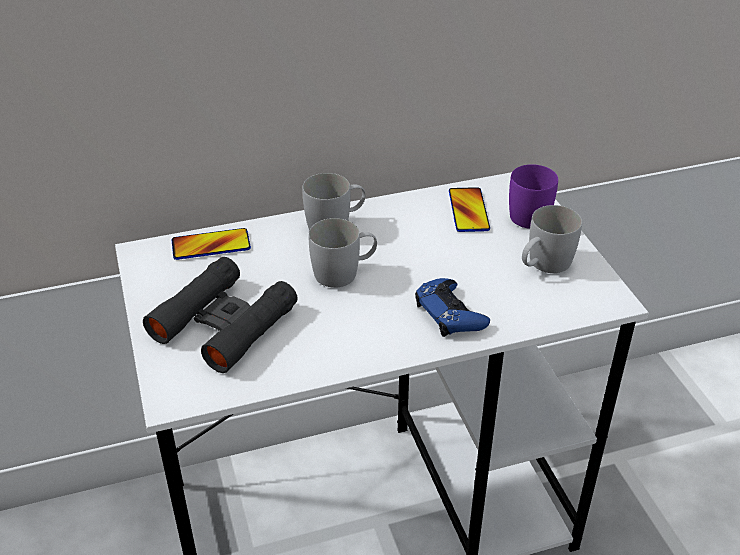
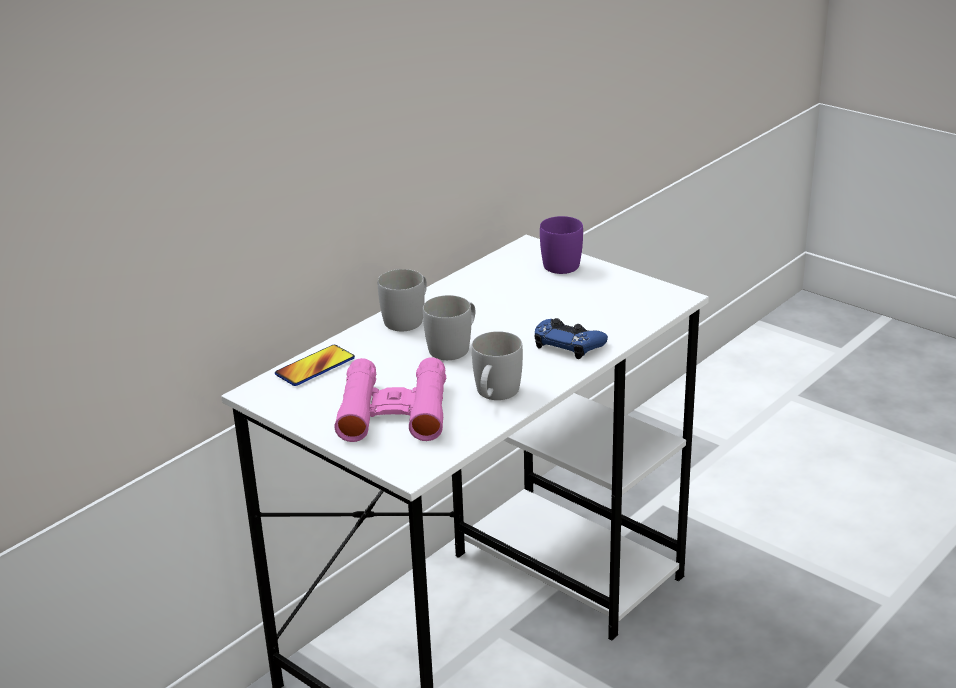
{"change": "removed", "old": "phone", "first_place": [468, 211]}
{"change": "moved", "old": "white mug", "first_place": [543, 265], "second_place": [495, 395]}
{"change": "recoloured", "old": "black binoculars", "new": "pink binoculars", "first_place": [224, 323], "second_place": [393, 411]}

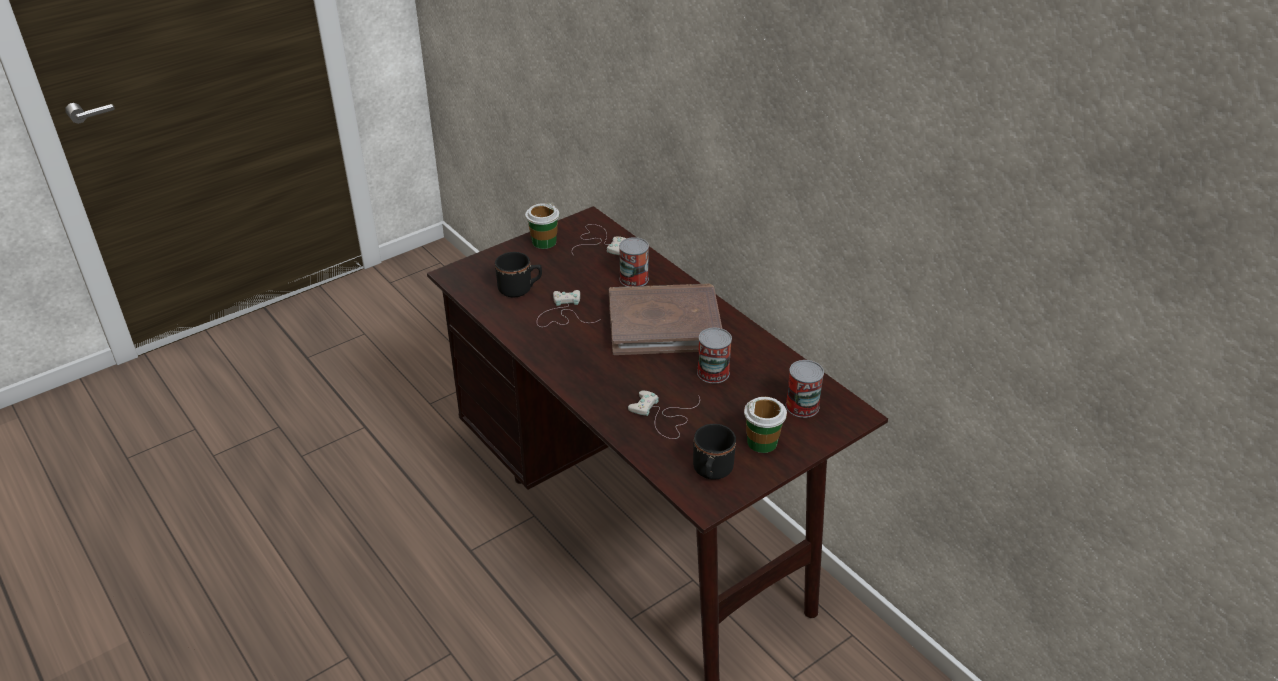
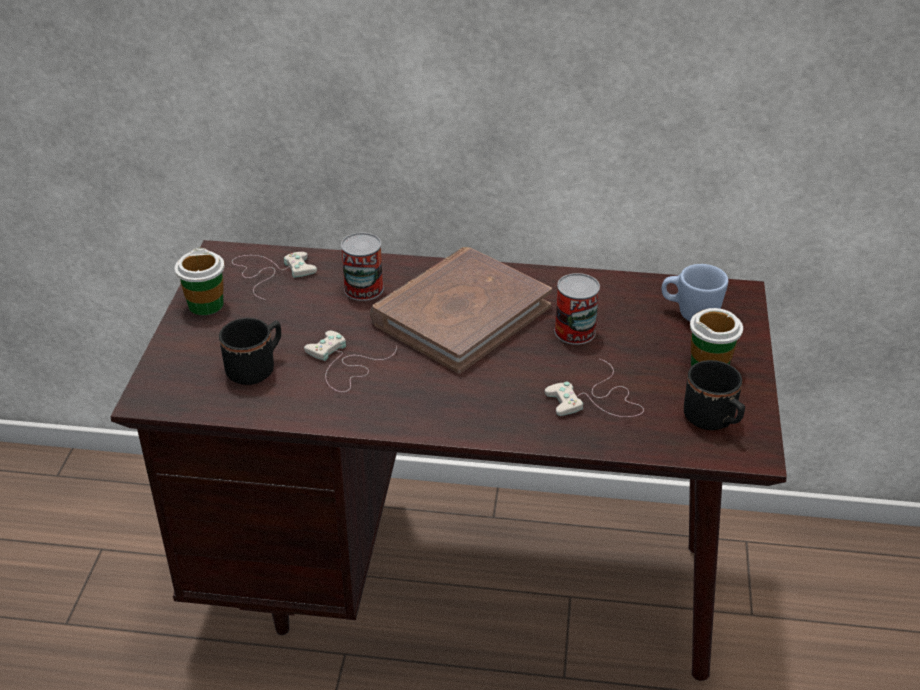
{"change": "replaced", "old": "can", "new": "blue mug", "first_place": [802, 406], "second_place": [690, 313]}

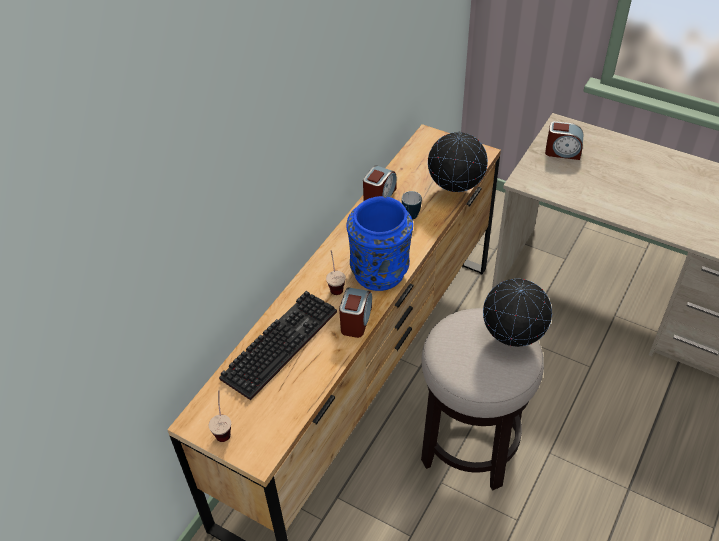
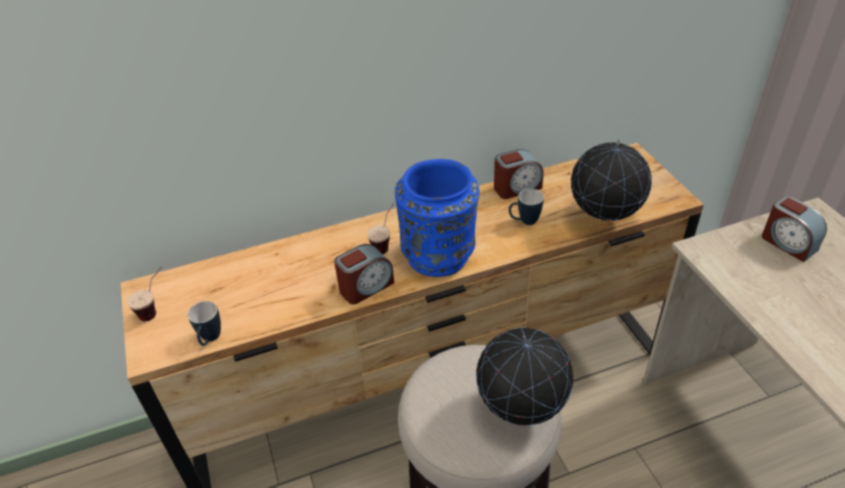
{"change": "removed", "old": "keyboard", "first_place": [279, 342]}
{"change": "added", "new": "mug", "second_place": [210, 340]}

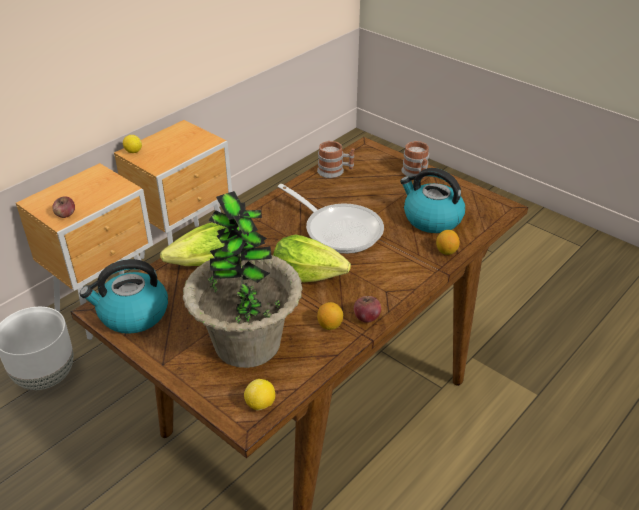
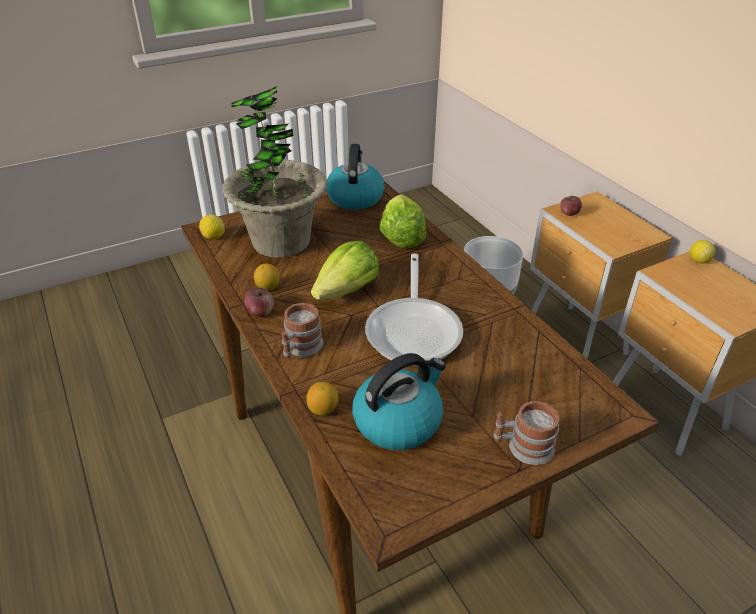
{"change": "moved", "old": "mug", "first_place": [335, 171], "second_place": [300, 348]}
{"change": "turned", "old": "frying pan", "first_place": [338, 229], "second_place": [414, 330], "degrees": -60}

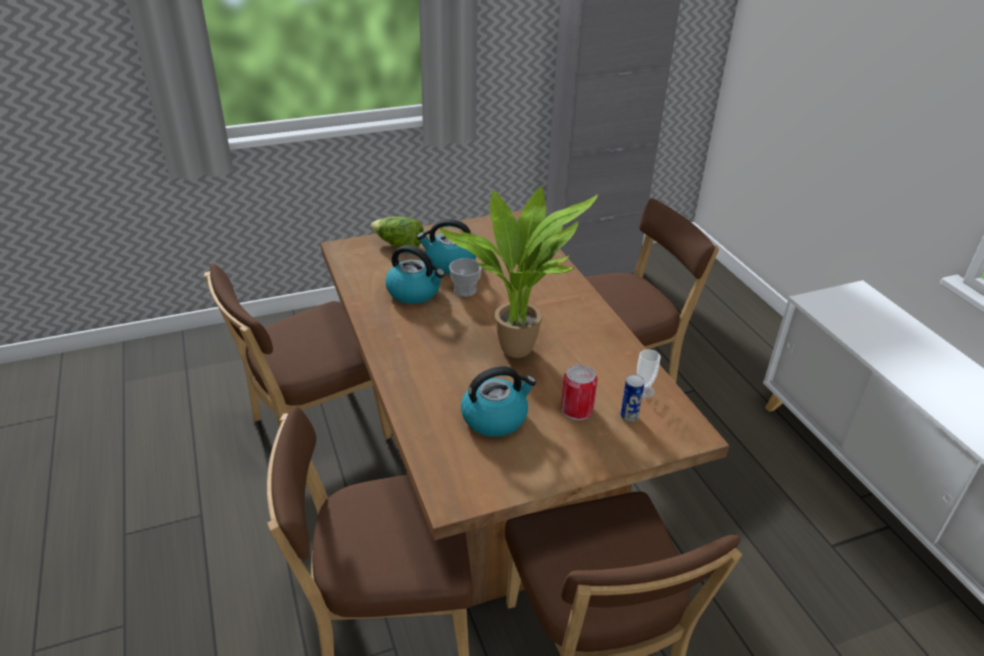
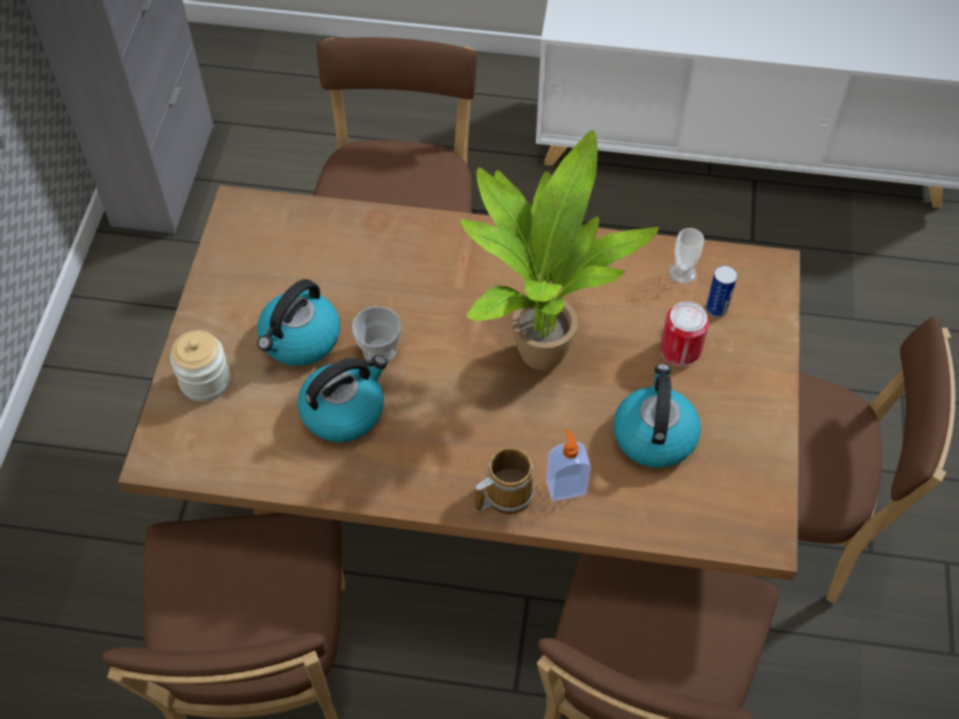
{"change": "replaced", "old": "lettuce", "new": "jar", "first_place": [398, 245], "second_place": [205, 381]}
{"change": "added", "new": "soap dispenser", "second_place": [565, 486]}
{"change": "added", "new": "mug", "second_place": [504, 493]}

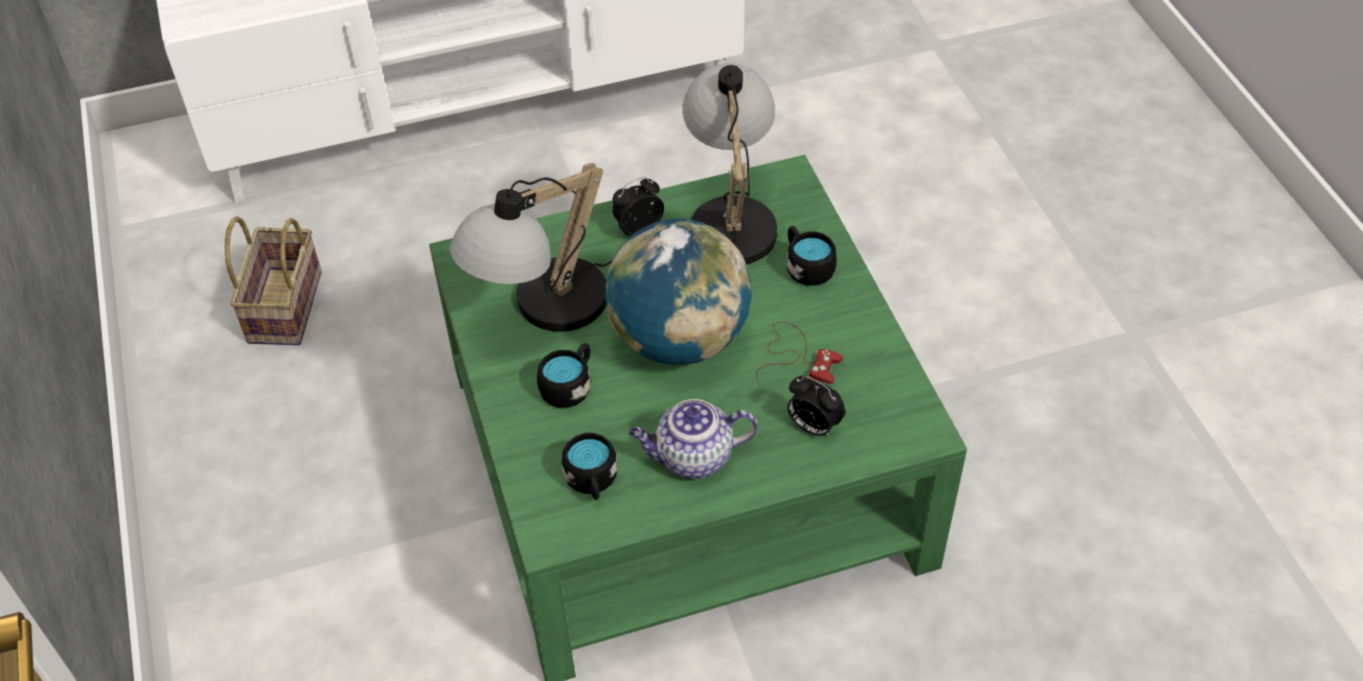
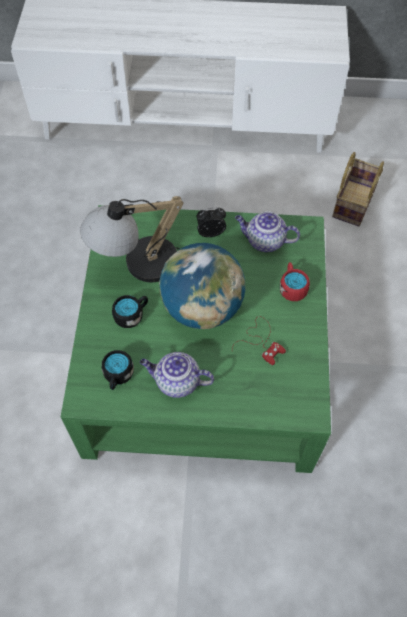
{"change": "replaced", "old": "table lamp", "new": "teapot", "first_place": [730, 216], "second_place": [264, 241]}
{"change": "moved", "old": "basket", "first_place": [283, 305], "second_place": [353, 201]}
{"change": "recoloured", "old": "black mug", "new": "red mug", "first_place": [806, 267], "second_place": [292, 287]}
{"change": "removed", "old": "alarm clock", "first_place": [812, 426]}

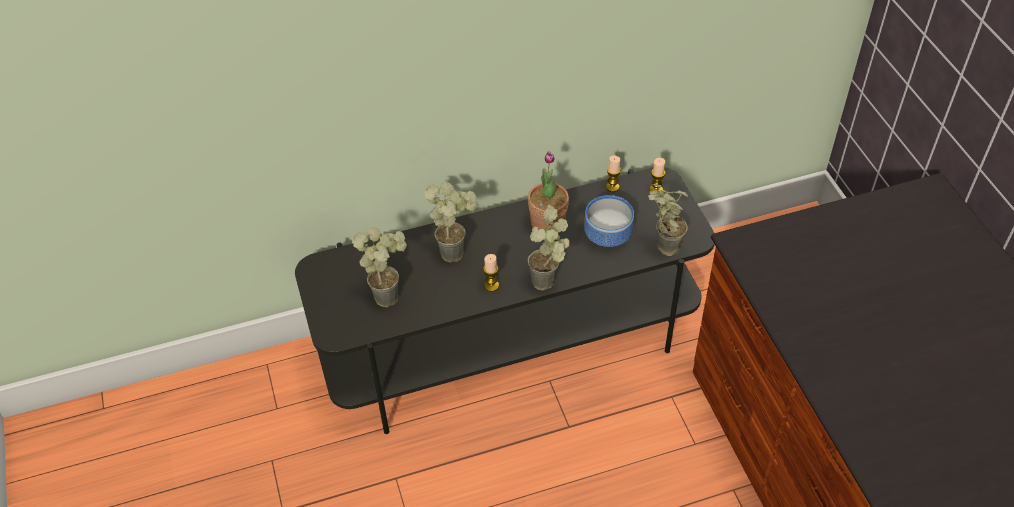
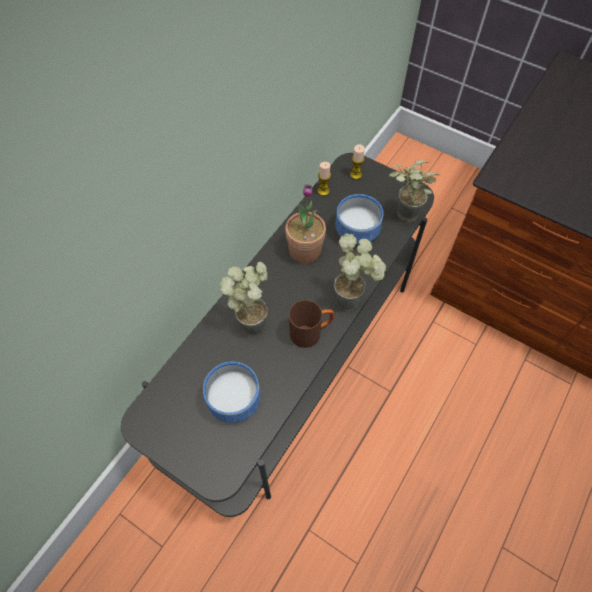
{"change": "replaced", "old": "potted plant", "new": "bowl", "first_place": [389, 293], "second_place": [233, 398]}
{"change": "replaced", "old": "candle", "new": "brown mug", "first_place": [491, 285], "second_place": [311, 332]}

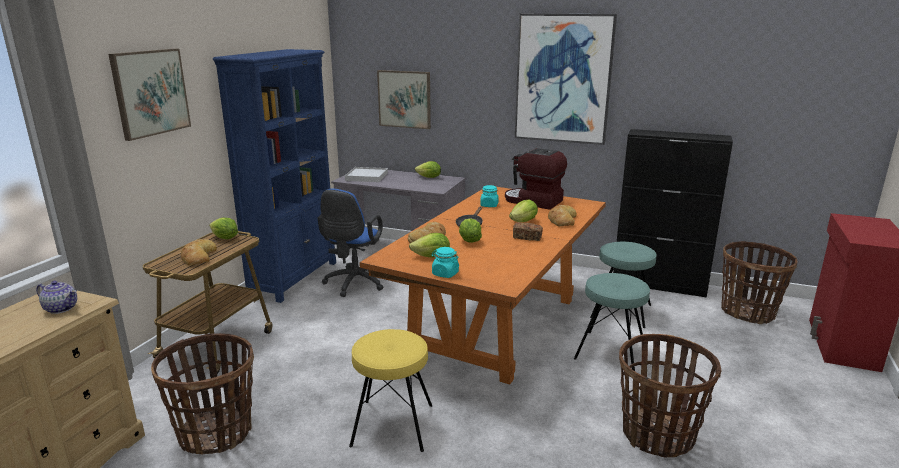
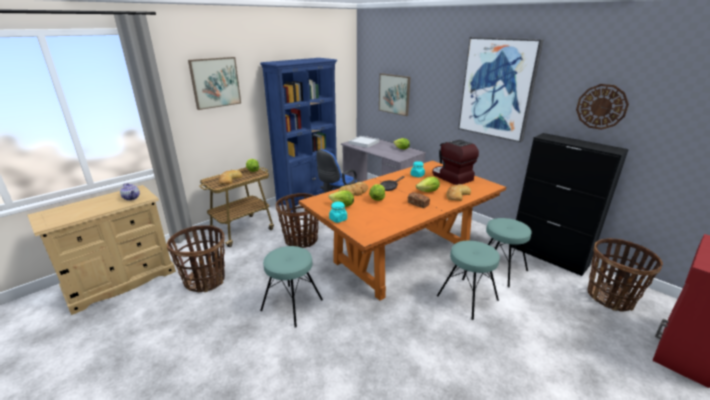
{"change": "recoloured", "old": "yellow stool", "new": "turquoise stool", "first_place": [392, 425], "second_place": [292, 305]}
{"change": "moved", "old": "basket", "first_place": [657, 435], "second_place": [301, 240]}
{"change": "added", "new": "wall clock", "second_place": [601, 106]}

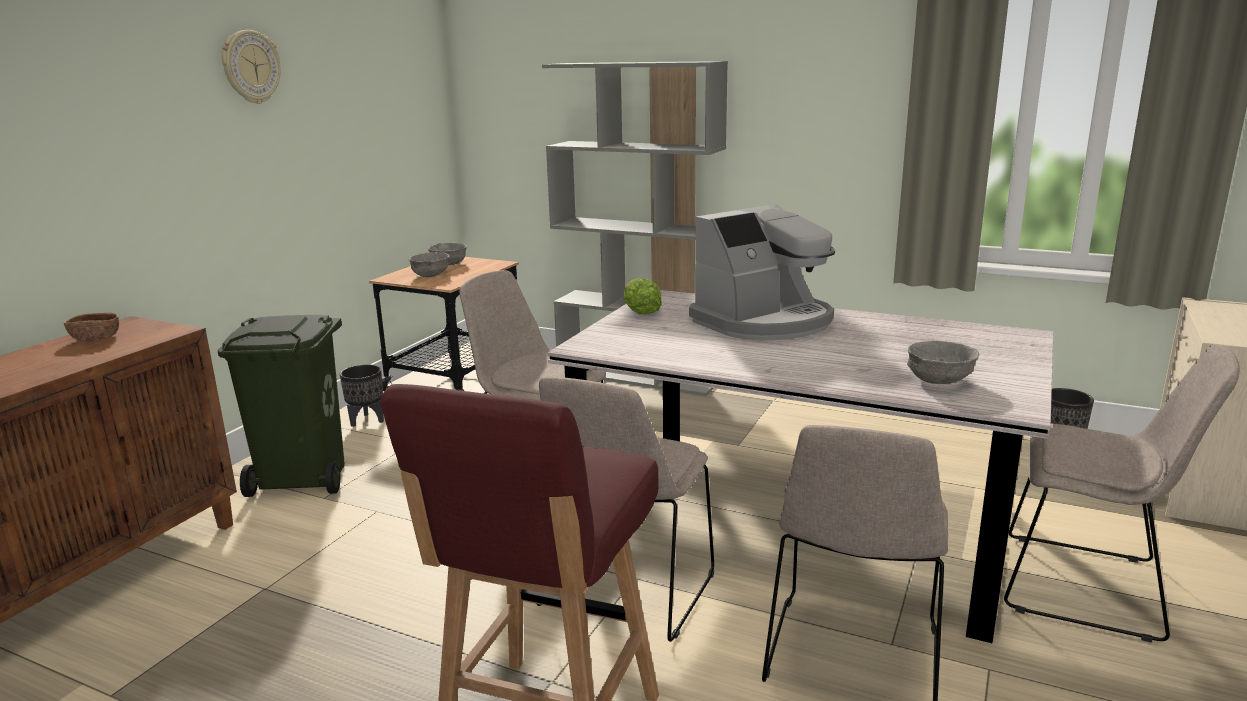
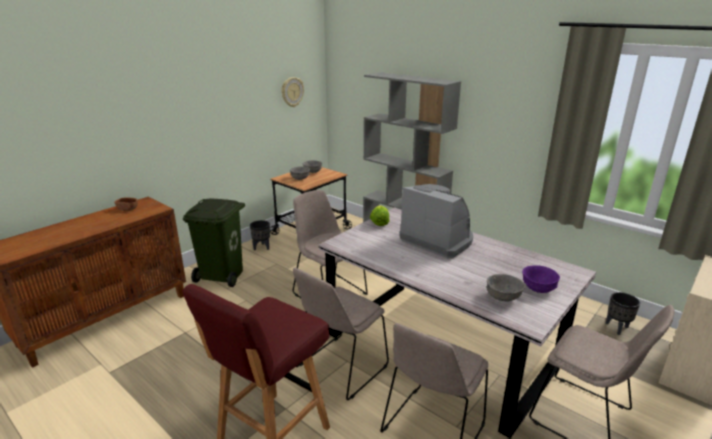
{"change": "moved", "old": "wall clock", "first_place": [250, 67], "second_place": [292, 92]}
{"change": "turned", "old": "coffee machine", "first_place": [764, 322], "second_place": [437, 240], "degrees": -120}
{"change": "added", "new": "purple bowl", "second_place": [538, 288]}

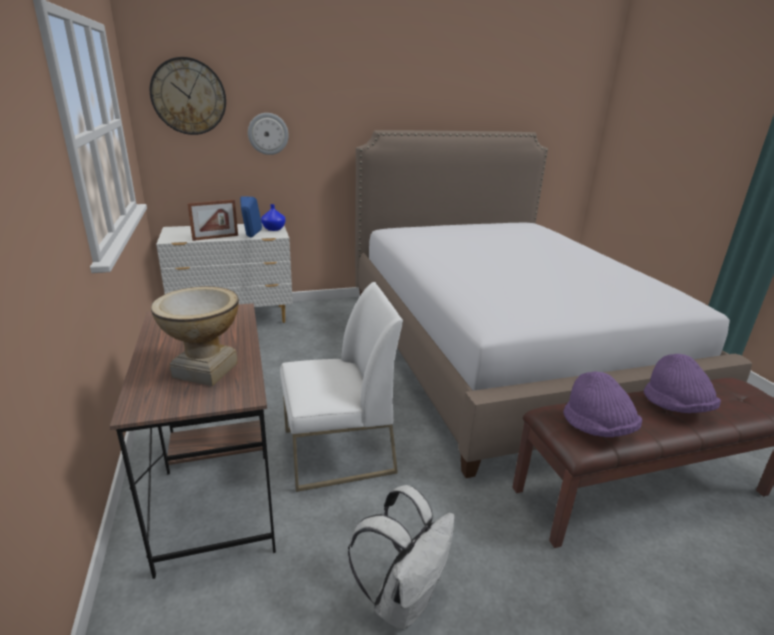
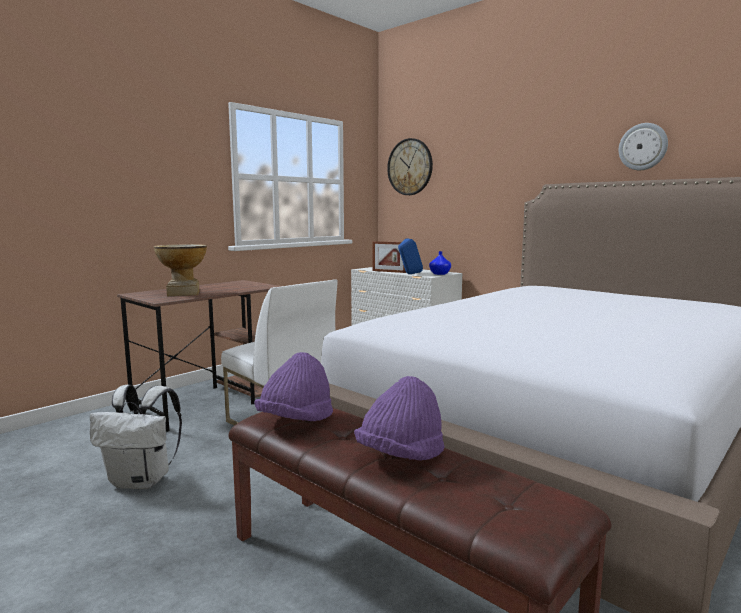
{"change": "moved", "old": "wall clock", "first_place": [268, 133], "second_place": [643, 147]}

